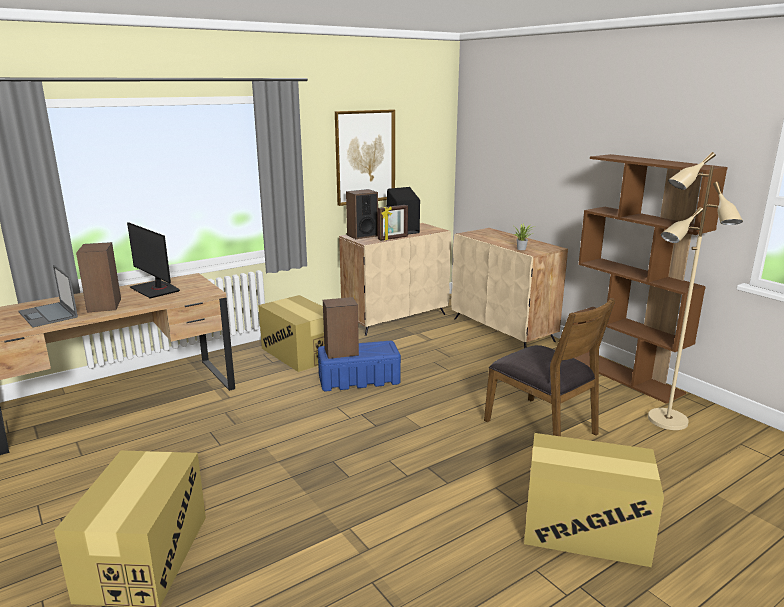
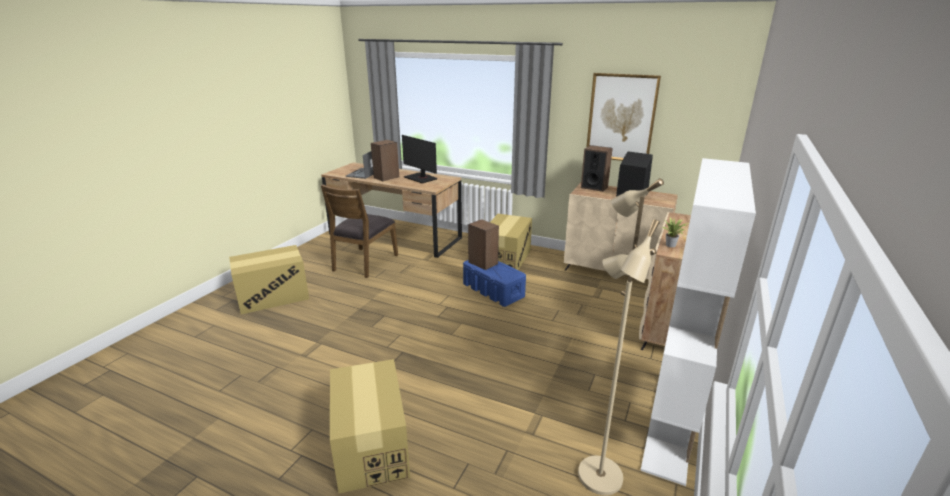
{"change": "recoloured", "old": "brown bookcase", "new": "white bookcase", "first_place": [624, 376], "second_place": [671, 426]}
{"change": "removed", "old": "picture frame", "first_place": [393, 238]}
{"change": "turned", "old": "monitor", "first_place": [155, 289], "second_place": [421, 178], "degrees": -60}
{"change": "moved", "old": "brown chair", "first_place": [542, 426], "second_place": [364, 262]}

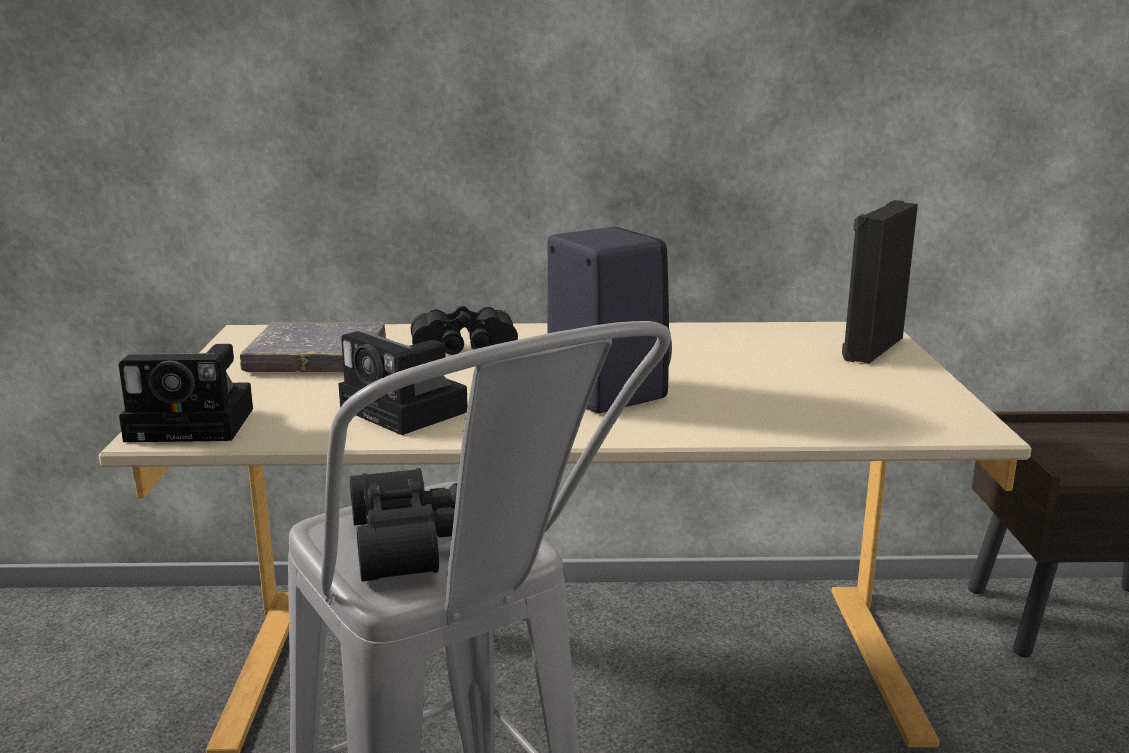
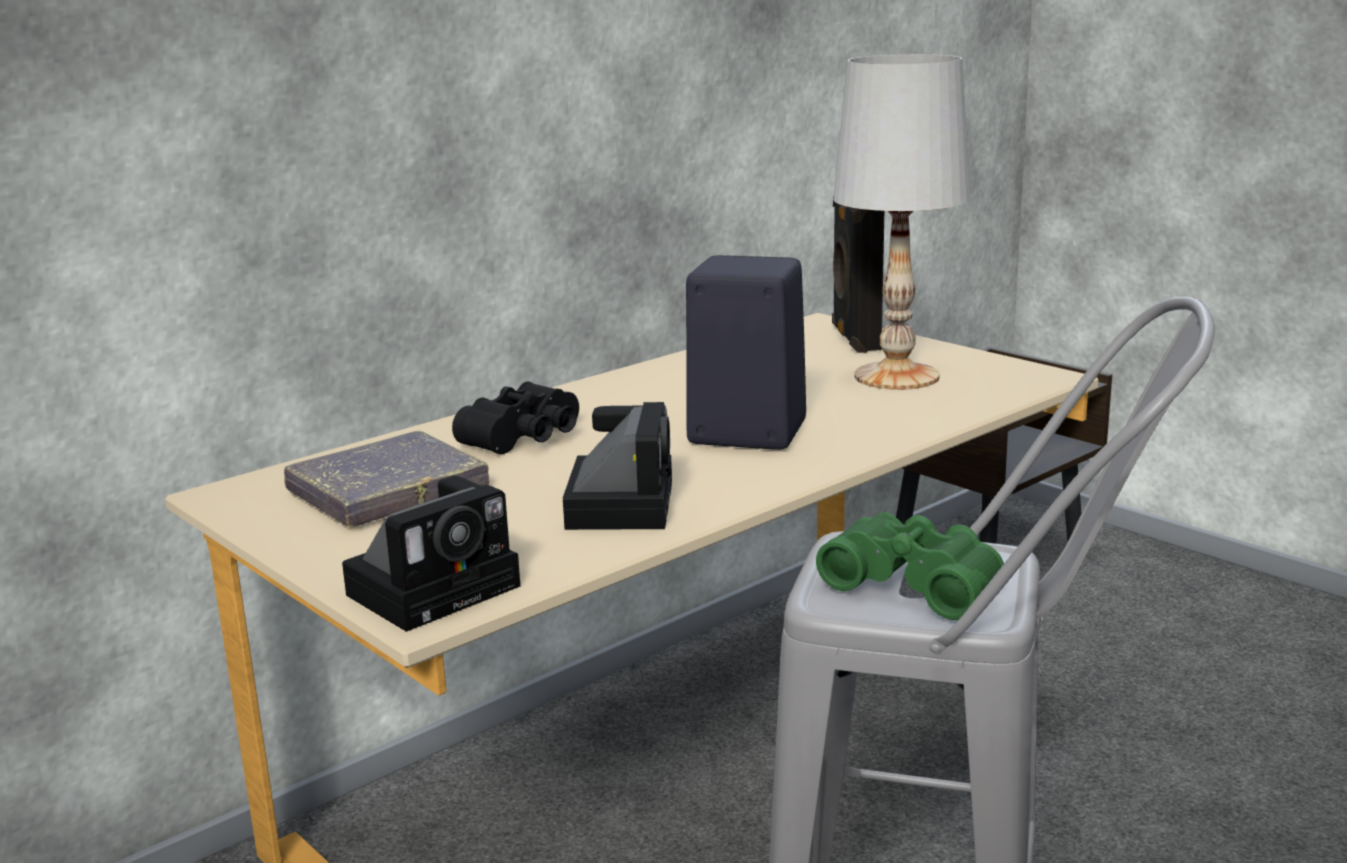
{"change": "turned", "old": "photo camera", "first_place": [408, 411], "second_place": [619, 503], "degrees": -90}
{"change": "recoloured", "old": "black binoculars", "new": "green binoculars", "first_place": [411, 542], "second_place": [916, 583]}
{"change": "added", "new": "white table lamp", "second_place": [896, 376]}

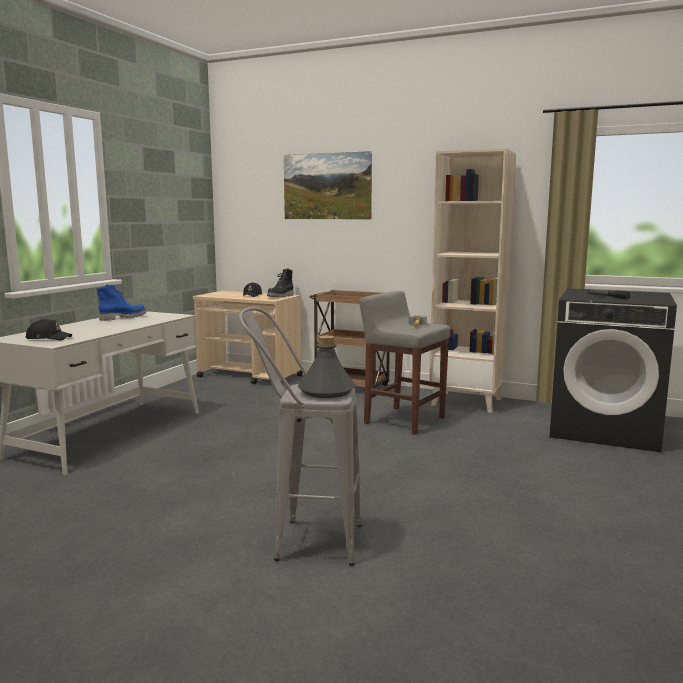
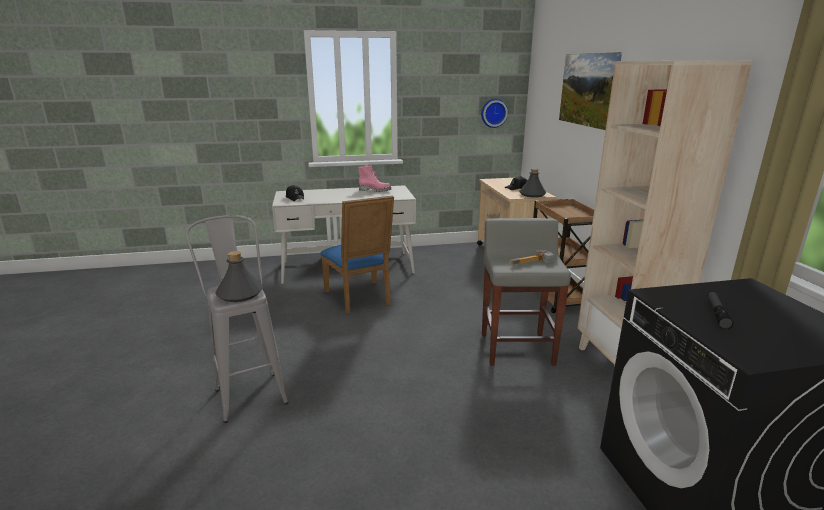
{"change": "replaced", "old": "black boot", "new": "grey bottle", "first_place": [281, 296], "second_place": [532, 194]}
{"change": "recoloured", "old": "blue boot", "new": "pink boot", "first_place": [122, 318], "second_place": [375, 190]}
{"change": "added", "new": "wall clock", "second_place": [493, 113]}
{"change": "added", "new": "blue chair", "second_place": [360, 299]}

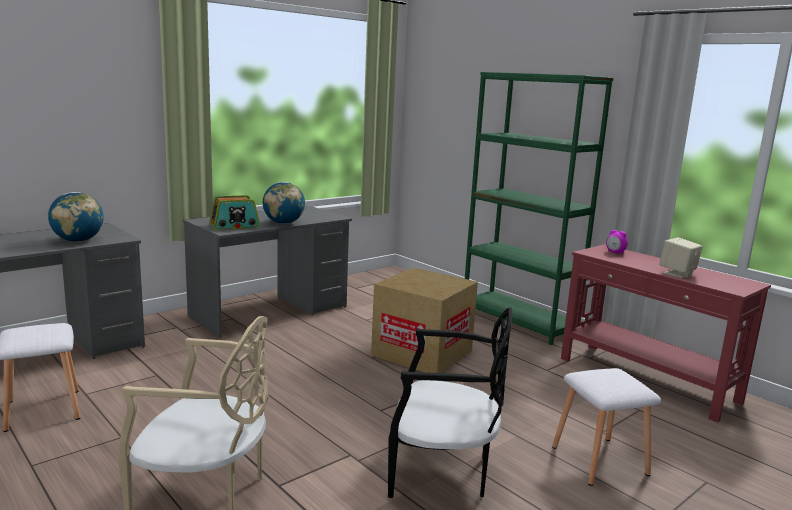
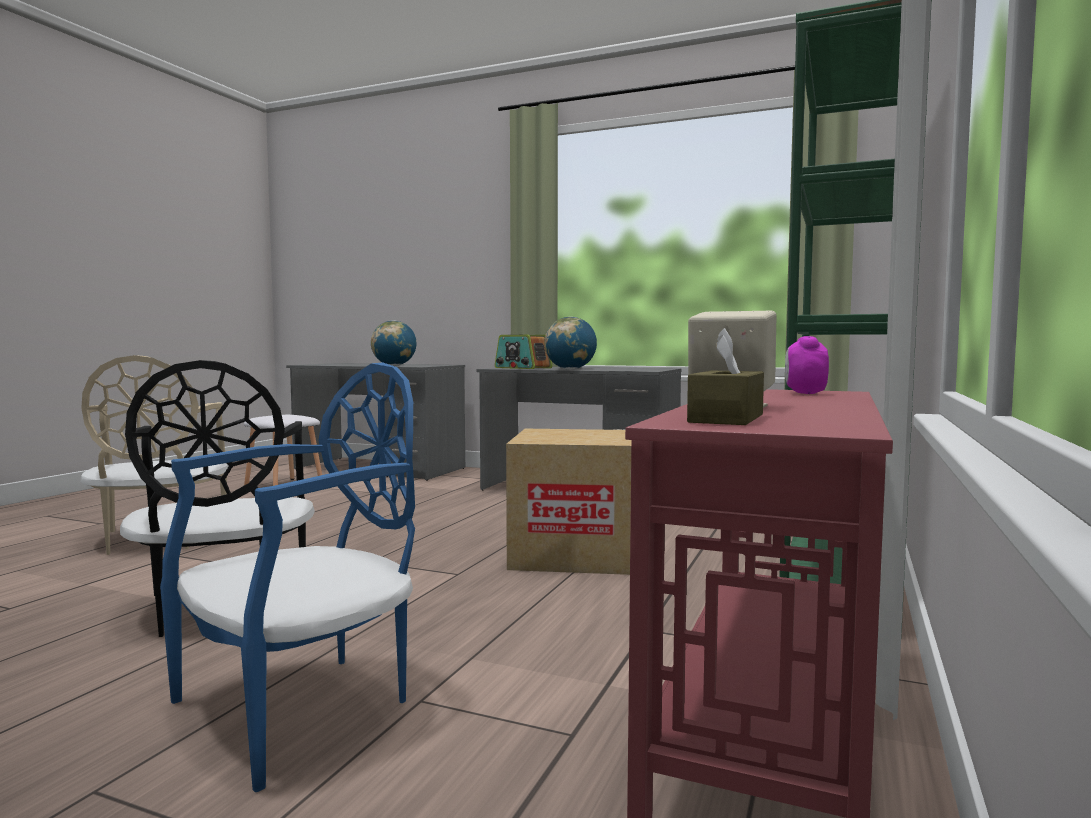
{"change": "replaced", "old": "white stool", "new": "blue chair", "first_place": [600, 460], "second_place": [302, 707]}
{"change": "added", "new": "brown tissue box", "second_place": [726, 418]}

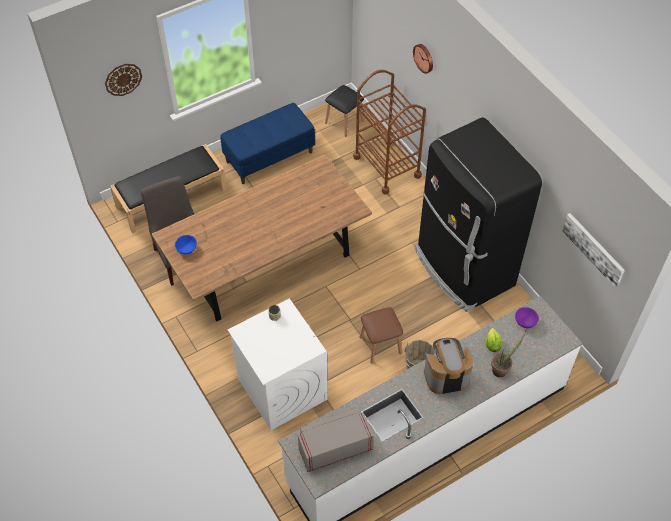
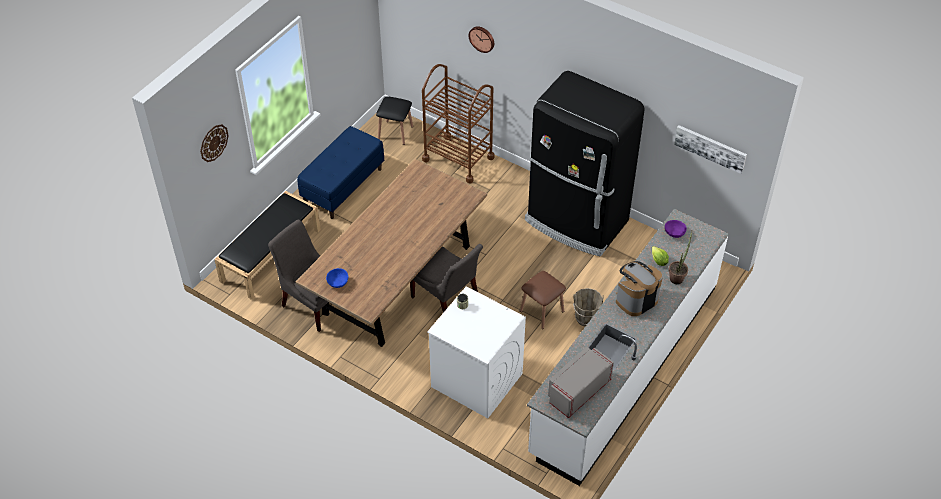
{"change": "added", "new": "grey chair", "second_place": [447, 299]}

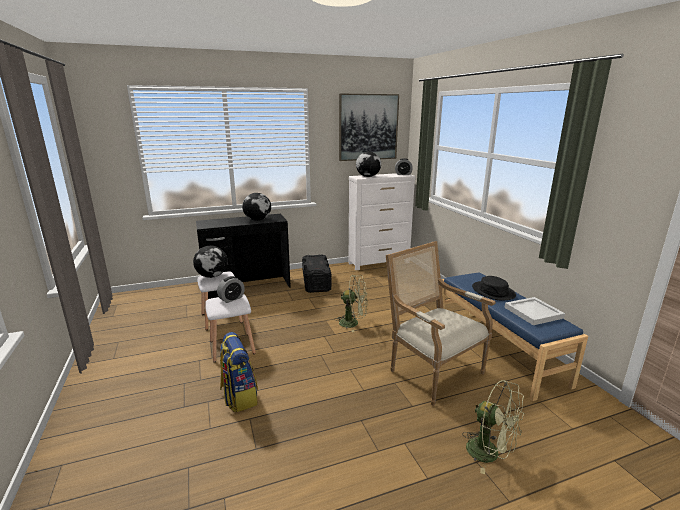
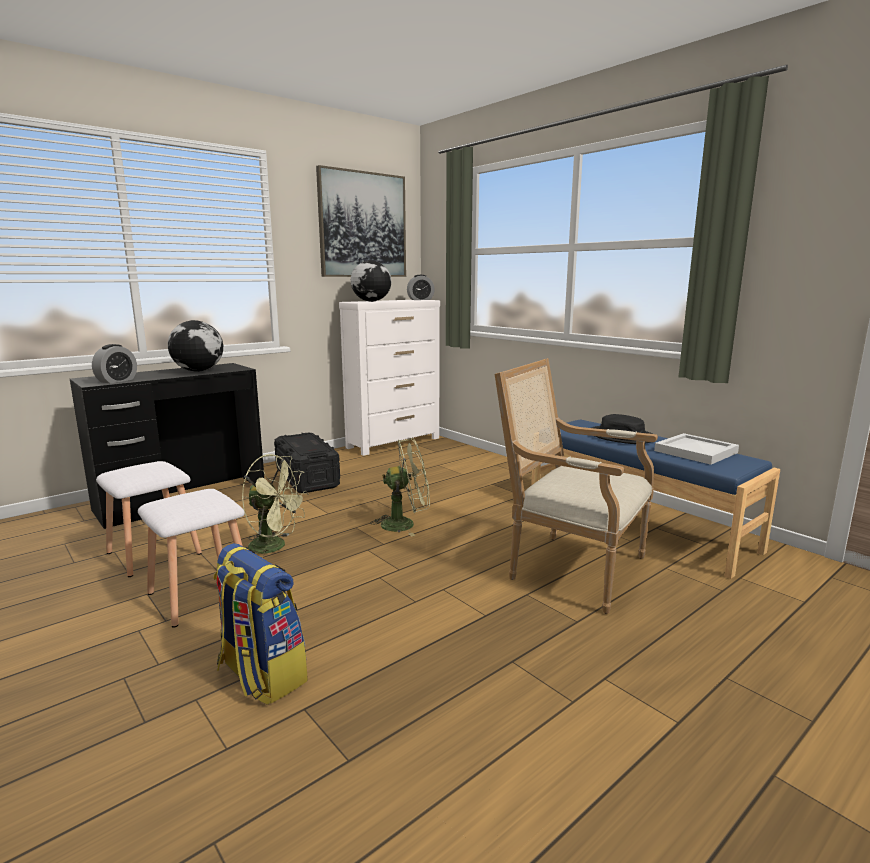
{"change": "removed", "old": "globe", "first_place": [212, 276]}
{"change": "moved", "old": "alarm clock", "first_place": [231, 299], "second_place": [117, 381]}
{"change": "moved", "old": "green fan", "first_place": [490, 453], "second_place": [275, 547]}

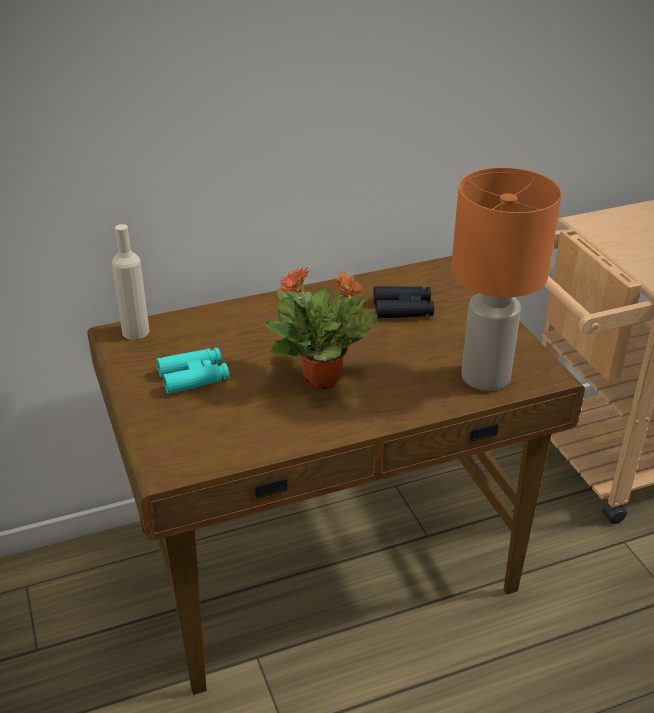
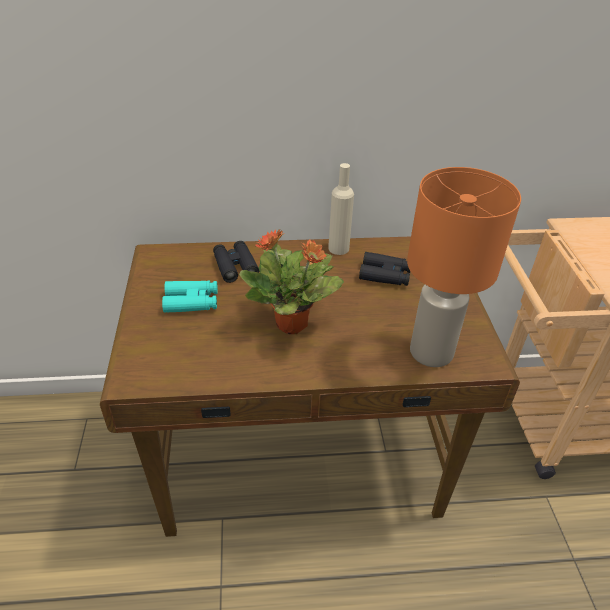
{"change": "moved", "old": "beige bottle", "first_place": [135, 331], "second_place": [338, 248]}
{"change": "added", "new": "black binoculars", "second_place": [235, 266]}

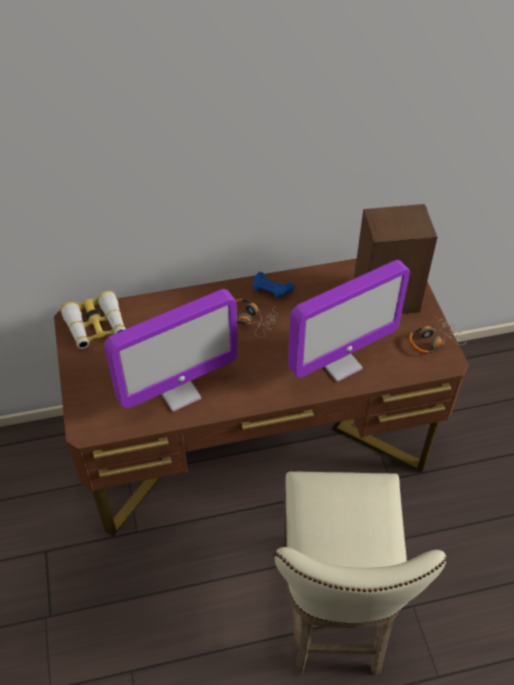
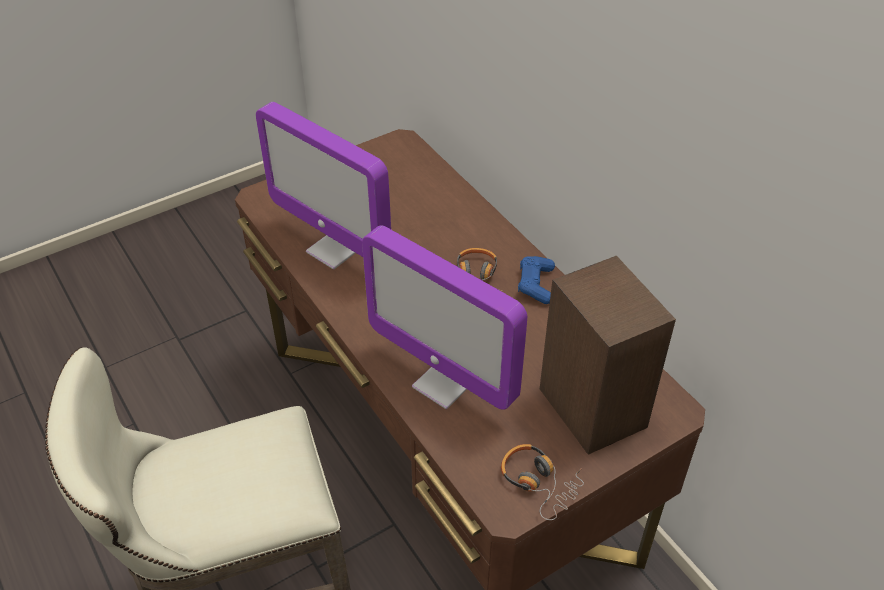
{"change": "removed", "old": "binoculars", "first_place": [96, 326]}

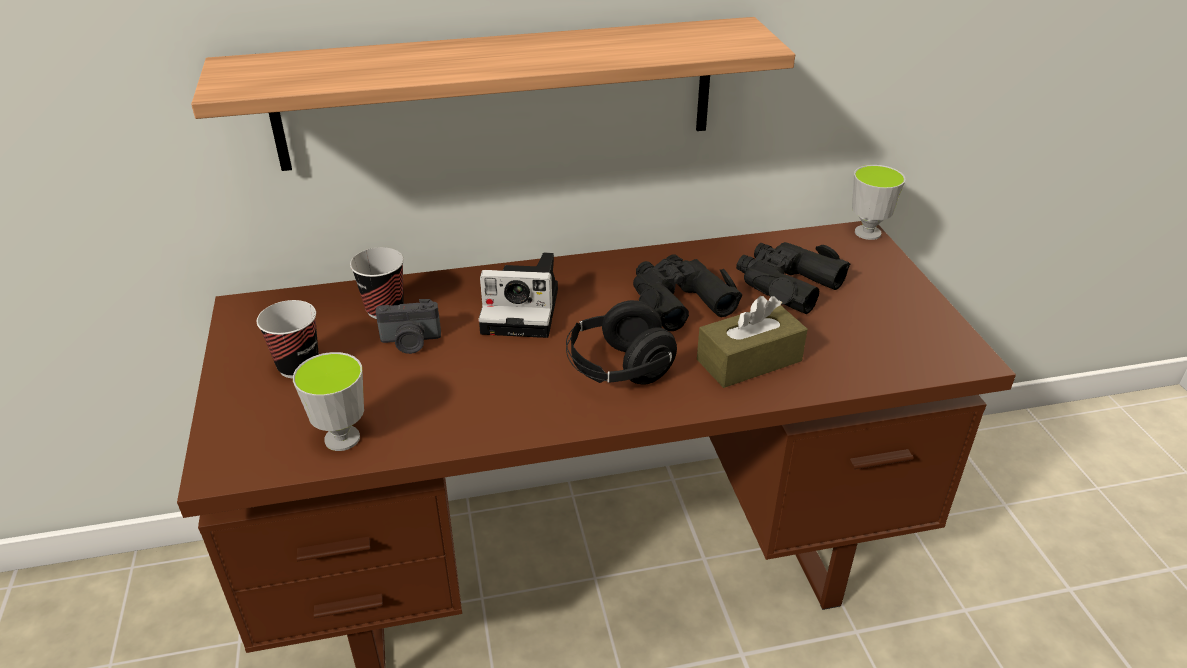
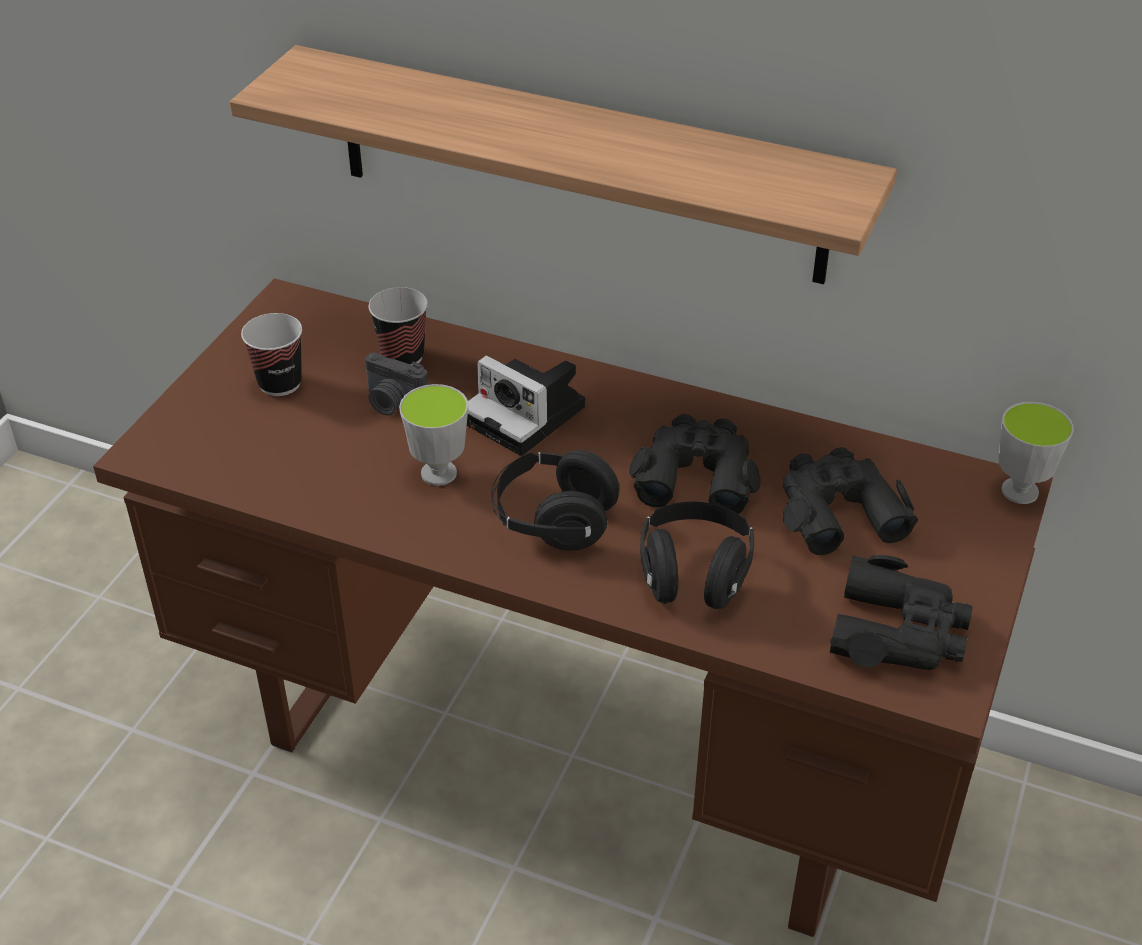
{"change": "replaced", "old": "brown tissue box", "new": "black headphones", "first_place": [749, 360], "second_place": [694, 575]}
{"change": "moved", "old": "cup", "first_place": [342, 438], "second_place": [438, 473]}
{"change": "added", "new": "black binoculars", "second_place": [899, 632]}

